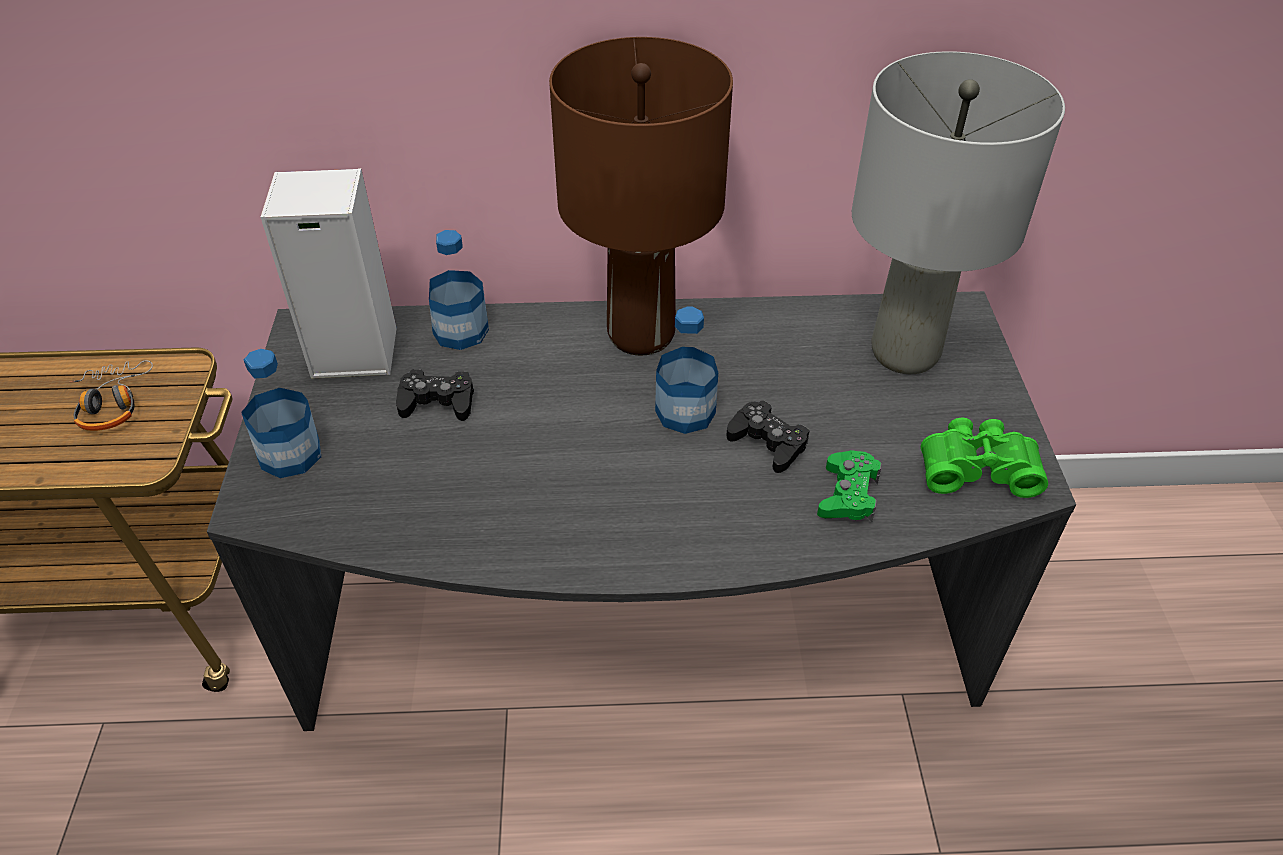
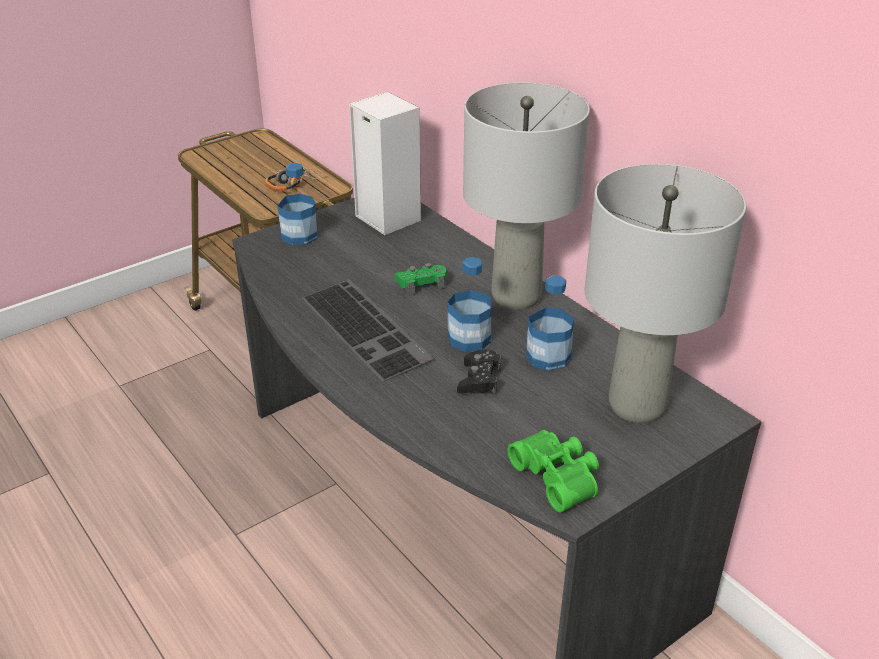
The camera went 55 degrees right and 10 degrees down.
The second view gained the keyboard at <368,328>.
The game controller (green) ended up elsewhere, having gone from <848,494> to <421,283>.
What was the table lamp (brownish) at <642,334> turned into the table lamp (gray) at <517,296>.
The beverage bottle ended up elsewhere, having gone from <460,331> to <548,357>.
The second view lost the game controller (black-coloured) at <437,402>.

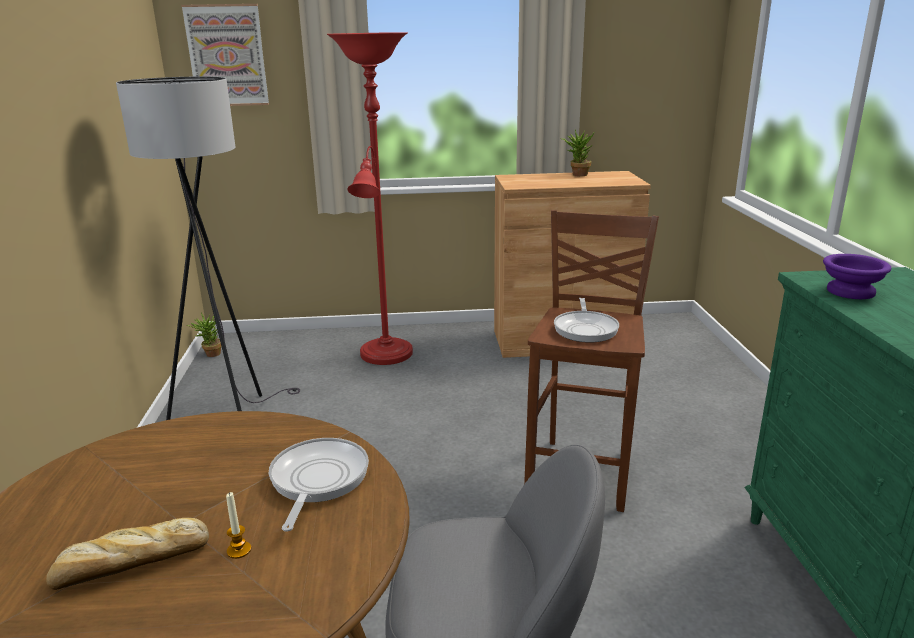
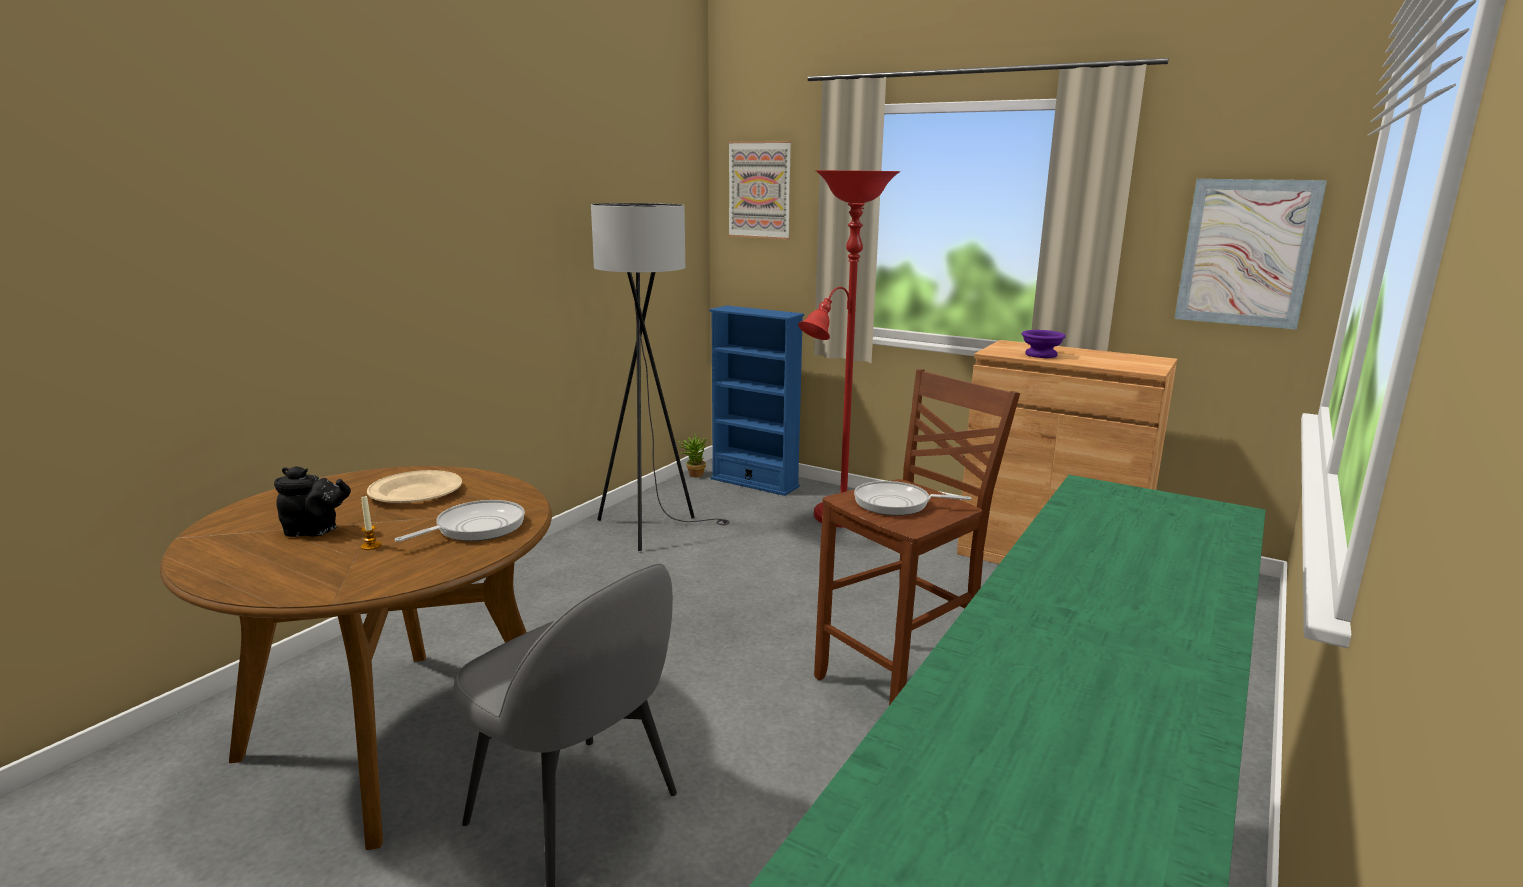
The camera went 35 degrees right and 5 degrees down.
Where the baked bread stood at <129,564>, the pot for tea (black-coloured) came to stand at <315,531>.
The second view gained the flat dish (beige-coloured) at <416,492>.
The second view gained the bookcase (blue) at <754,483>.
The skillet at <585,329> ended up facing another way, 60 degrees clockwise from before.
The deep dish (purplish) ended up elsewhere, having gone from <851,291> to <1042,355>.
The second view gained the picture at <1246,253>.
The second view lost the houseplant at <576,175>.

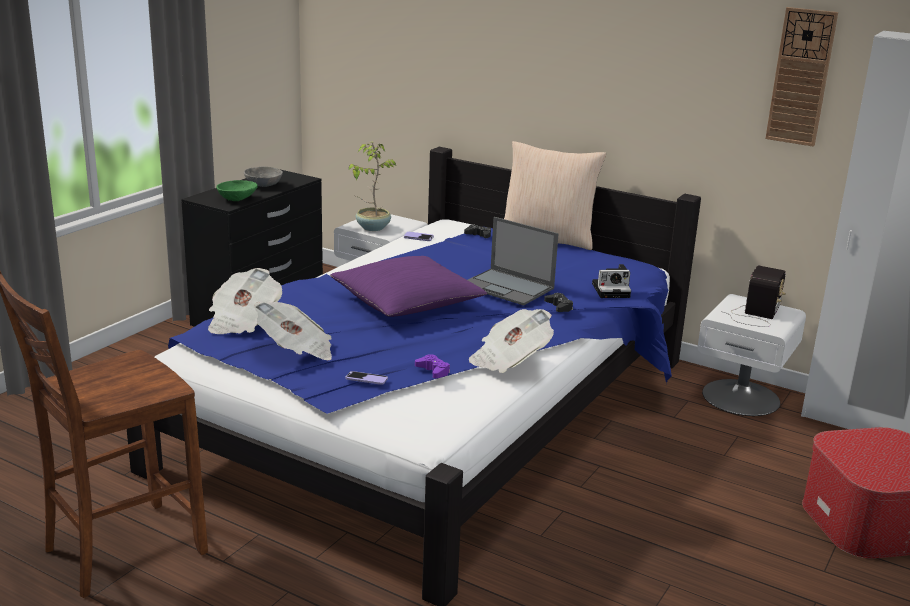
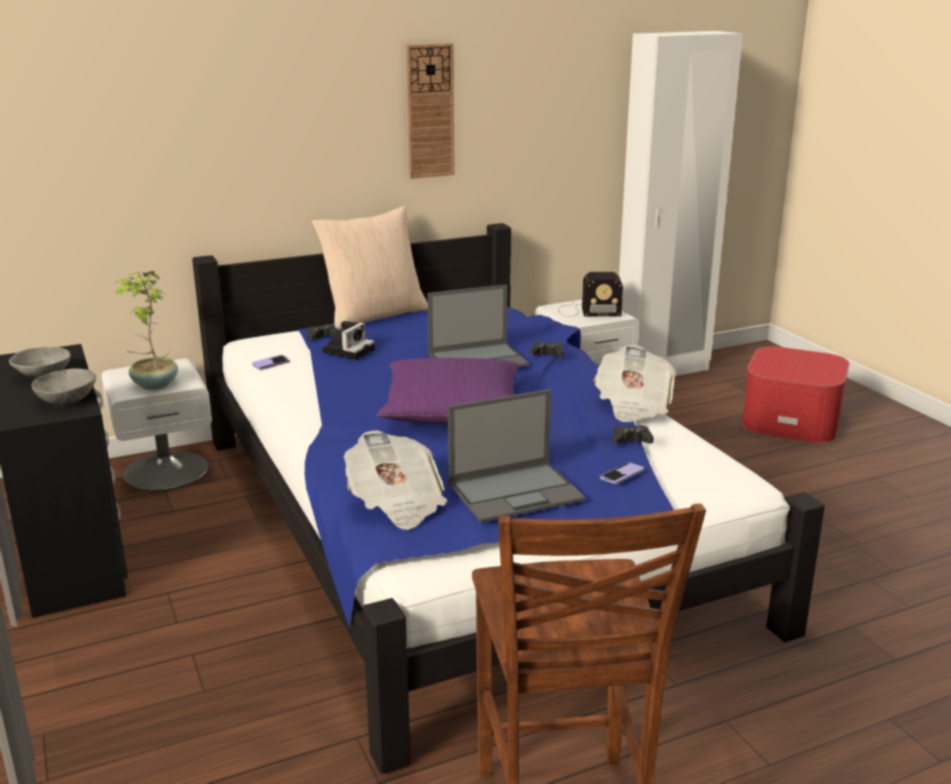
The camera went 55 degrees left and 0 degrees up.
What was the deep dish (green) at <238,199> turned into the deep dish (gray) at <68,400>.
The photo camera ended up elsewhere, having gone from <612,290> to <349,350>.
The clock on the wall ended up elsewhere, having gone from <801,77> to <430,111>.
Where the printed paper stood at <296,350>, the portable computer came to stand at <516,491>.
The radio set at <755,314> ended up facing another way, 120 degrees clockwise from before.
What was the game controller (purplish) at <433,371> turned into the game controller (black-coloured) at <630,440>.

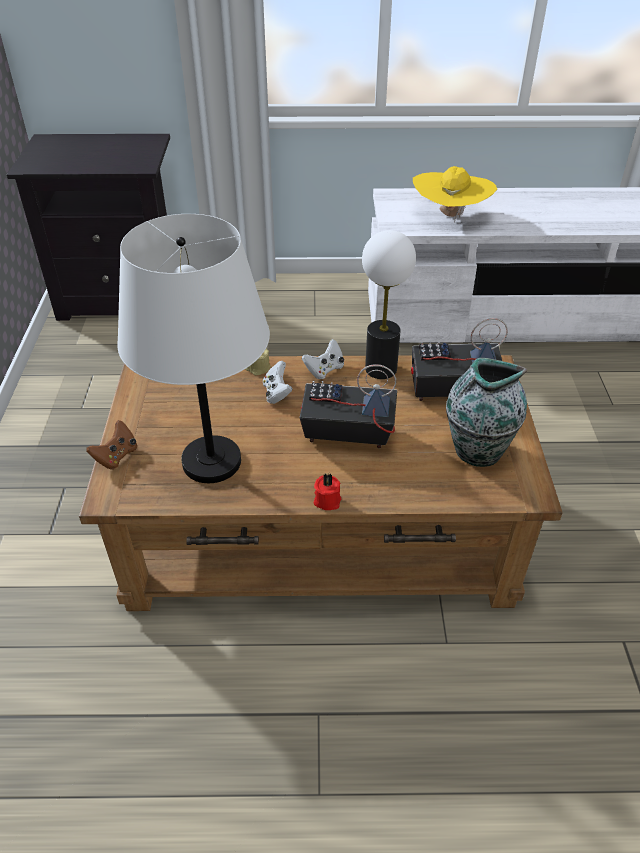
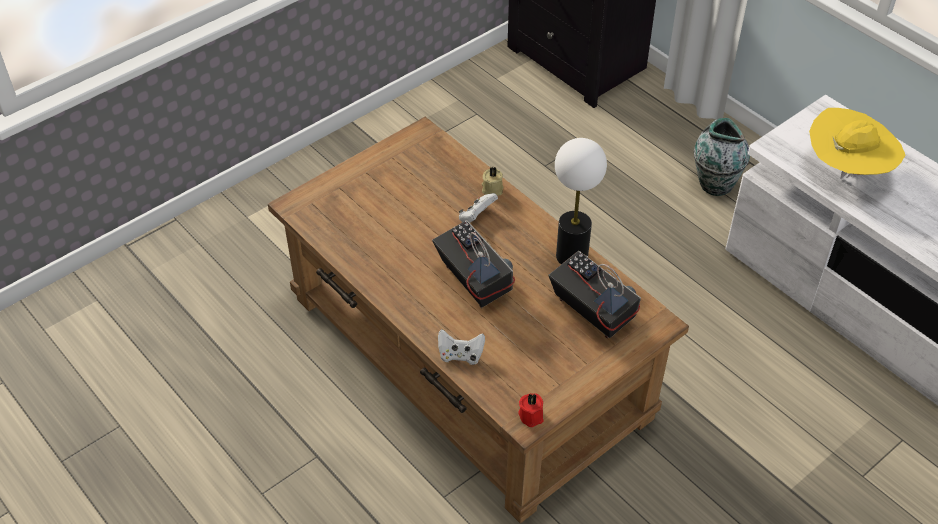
The camera went 50 degrees right and 5 degrees up.
The game controller (white-coloured) ended up elsewhere, having gone from <324,370> to <460,355>.
The wax candle (red) ended up elsewhere, having gone from <327,500> to <531,415>.
The decorative vase ended up elsewhere, having gone from <476,451> to <714,184>.
The second view lost the game controller (brownish) at <116,456>.
The second view lost the table lamp (white-coloured) at <212,461>.

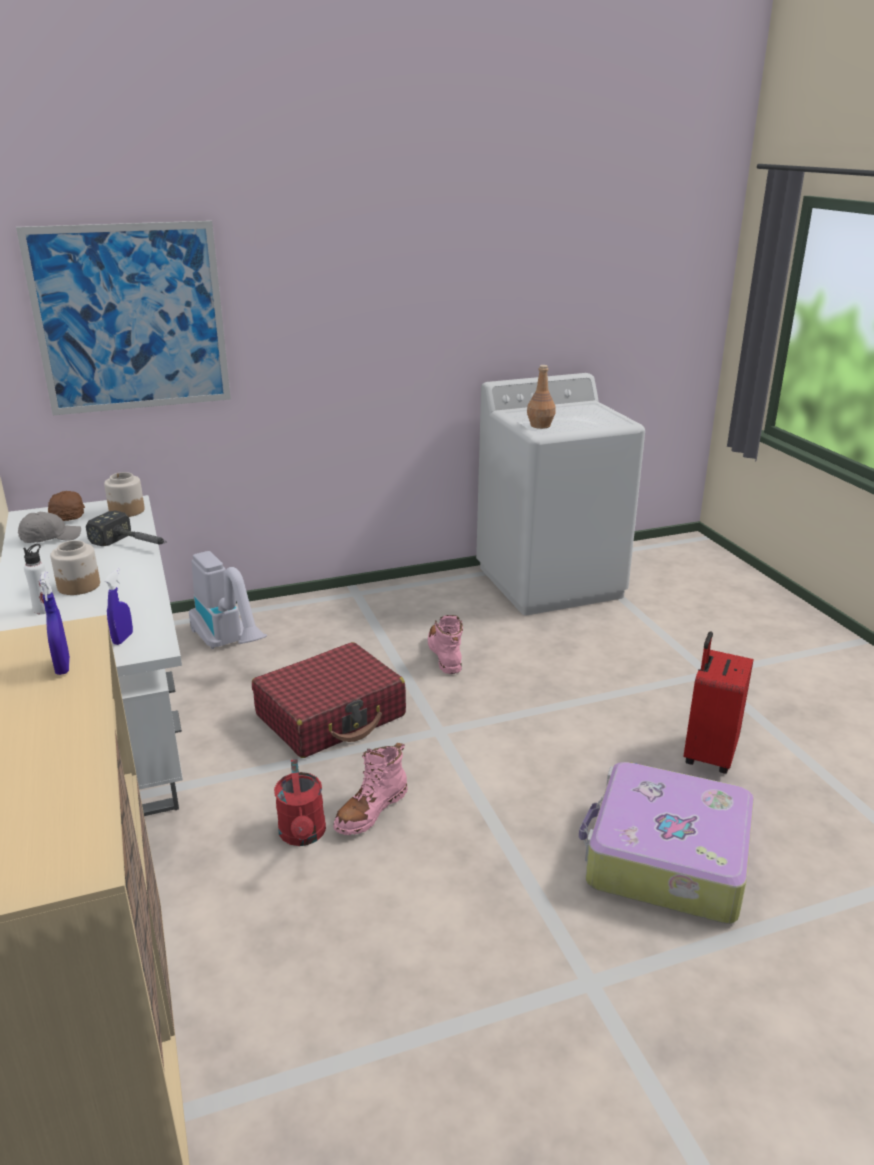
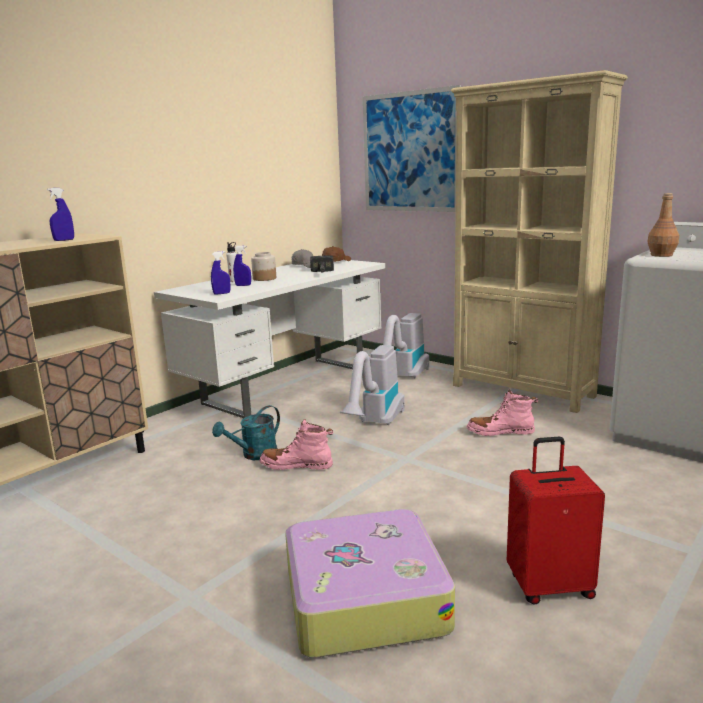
The camera went 60 degrees right and 10 degrees down.
What was the sprinkling can (red) at <303,835> turned into the sprinkling can (turquoise) at <254,455>.
The second view gained the sprayer (blue) at <243,285>.
Where the piece of luggage (red) stood at <331,715>, the vacuum cleaner came to stand at <375,424>.
The second view gained the bookcase (beige-coloured) at <523,391>.
The high-top boot (pink) at <445,655> ended up facing another way, 135 degrees counterclockwise from before.
The second view lost the jar at <126,511>.

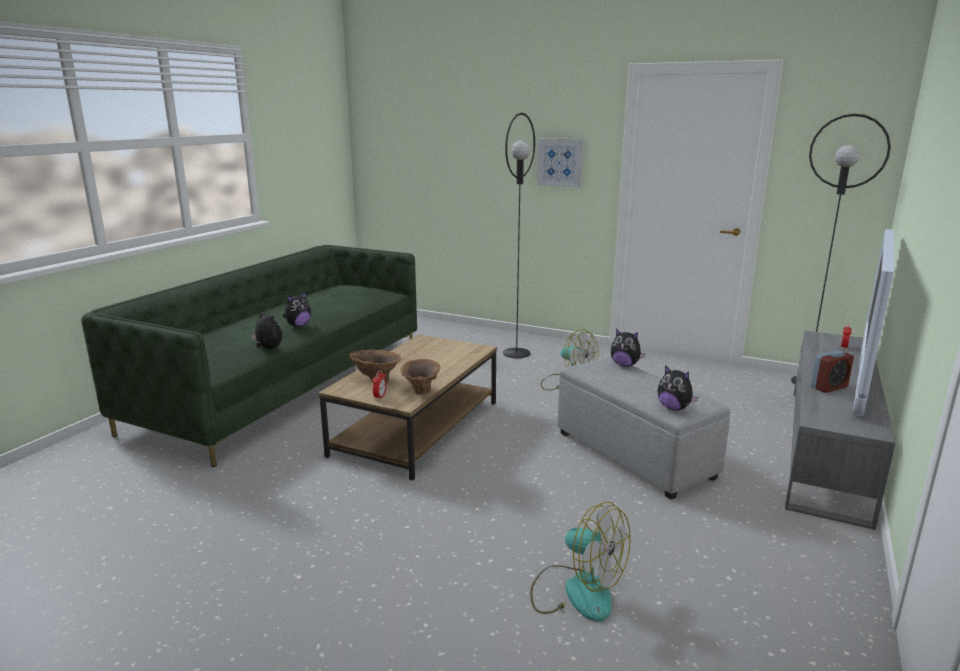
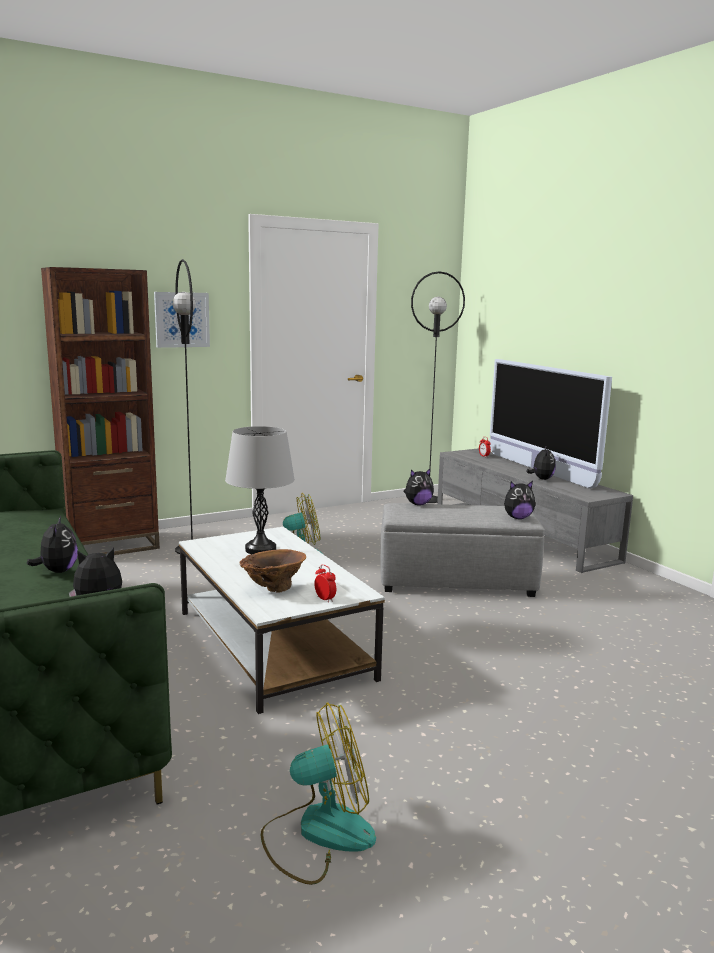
The camera went 55 degrees left and 5 degrees down.
The second view gained the bookcase (brownish) at <110,546>.
What was the lounge table (brownish) at <417,427> turned into the lounge table (white-coloured) at <271,643>.
The second view gained the table lamp (gray) at <260,549>.
The fan ended up elsewhere, having gone from <576,591> to <318,833>.
Where the table clock stood at <829,387>, the soft toy came to stand at <541,479>.
The second view lost the decorative vase (brownish) at <420,392>.

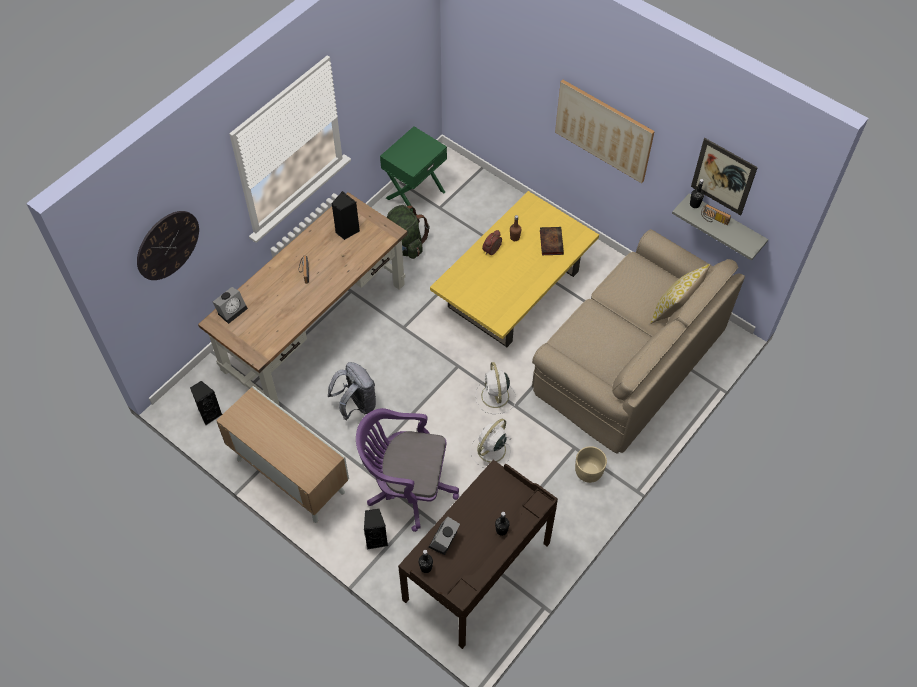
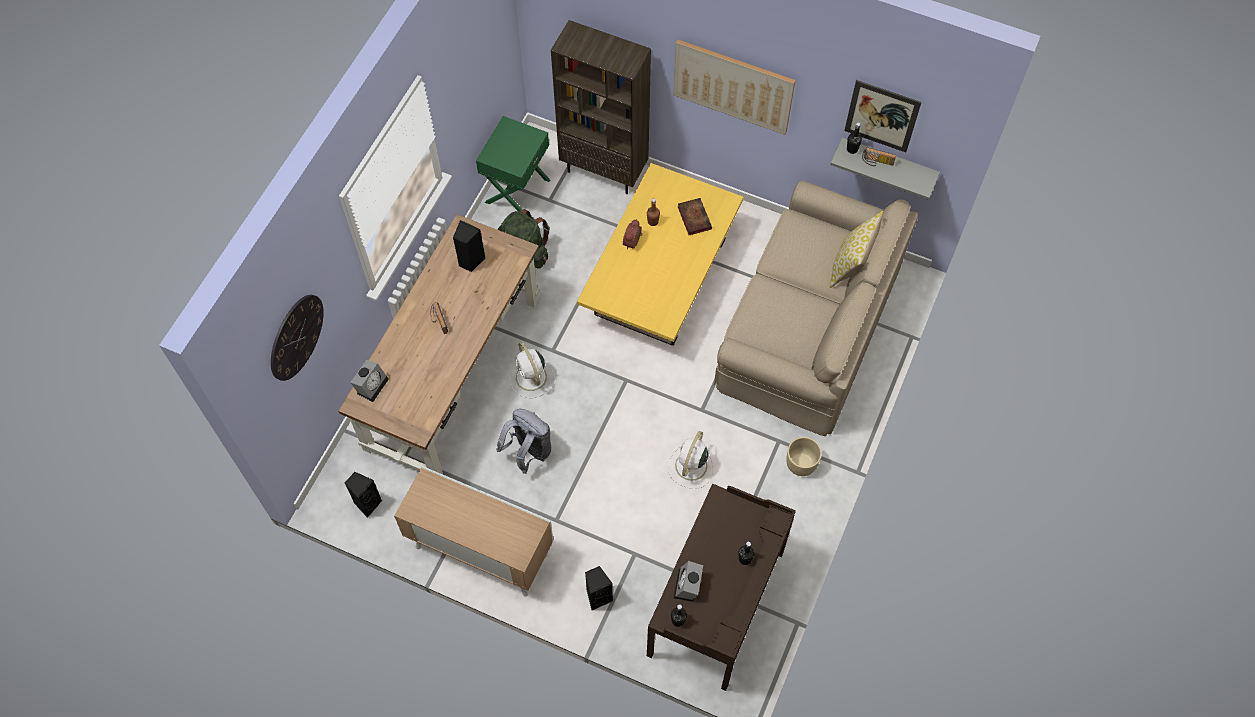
The camera went 15 degrees left and 5 degrees up.
The fan (white-coloured) ended up elsewhere, having gone from <495,397> to <531,378>.
The second view gained the bookcase (brownish) at <604,170>.
The second view lost the office chair (purplish) at <407,487>.

